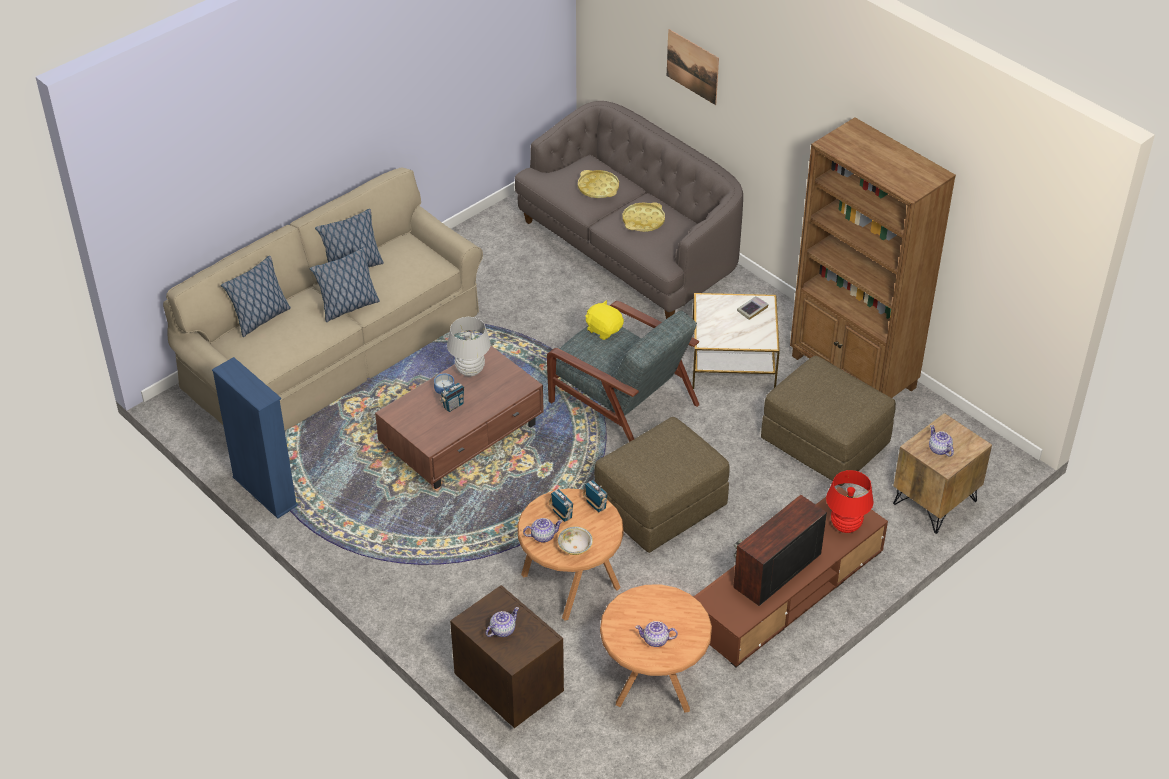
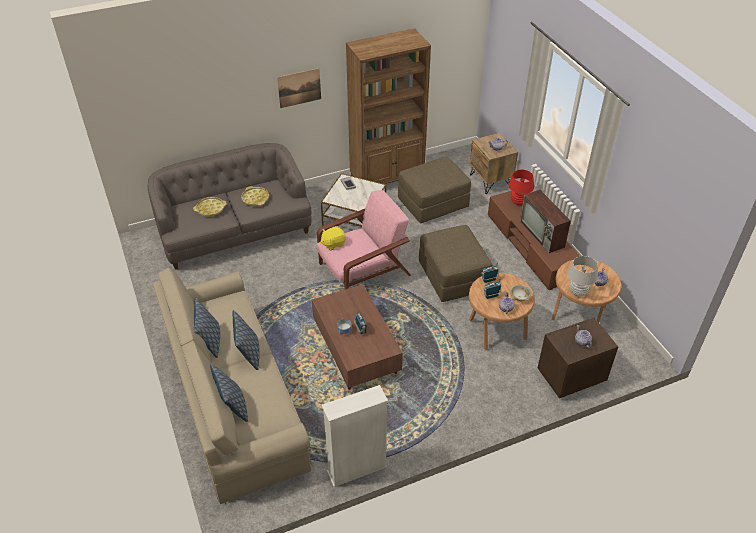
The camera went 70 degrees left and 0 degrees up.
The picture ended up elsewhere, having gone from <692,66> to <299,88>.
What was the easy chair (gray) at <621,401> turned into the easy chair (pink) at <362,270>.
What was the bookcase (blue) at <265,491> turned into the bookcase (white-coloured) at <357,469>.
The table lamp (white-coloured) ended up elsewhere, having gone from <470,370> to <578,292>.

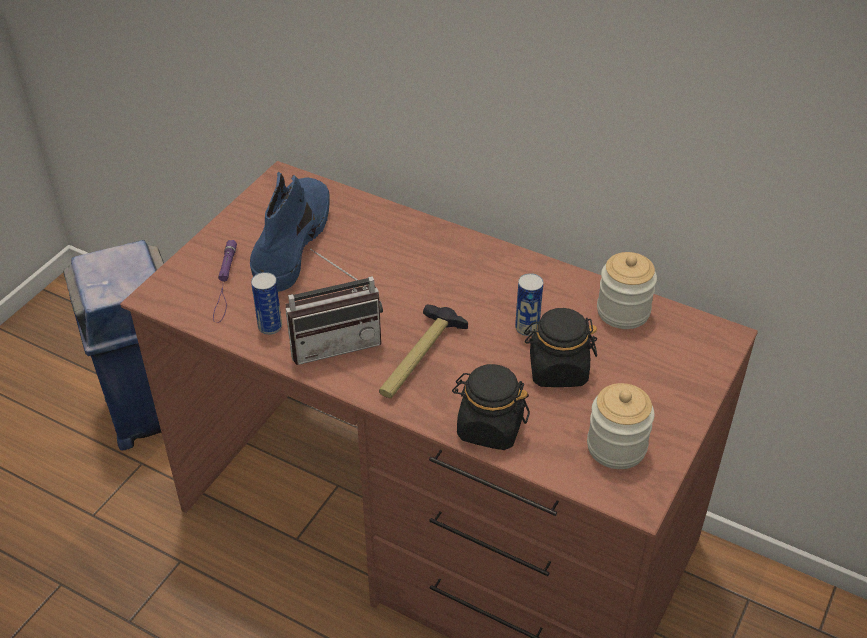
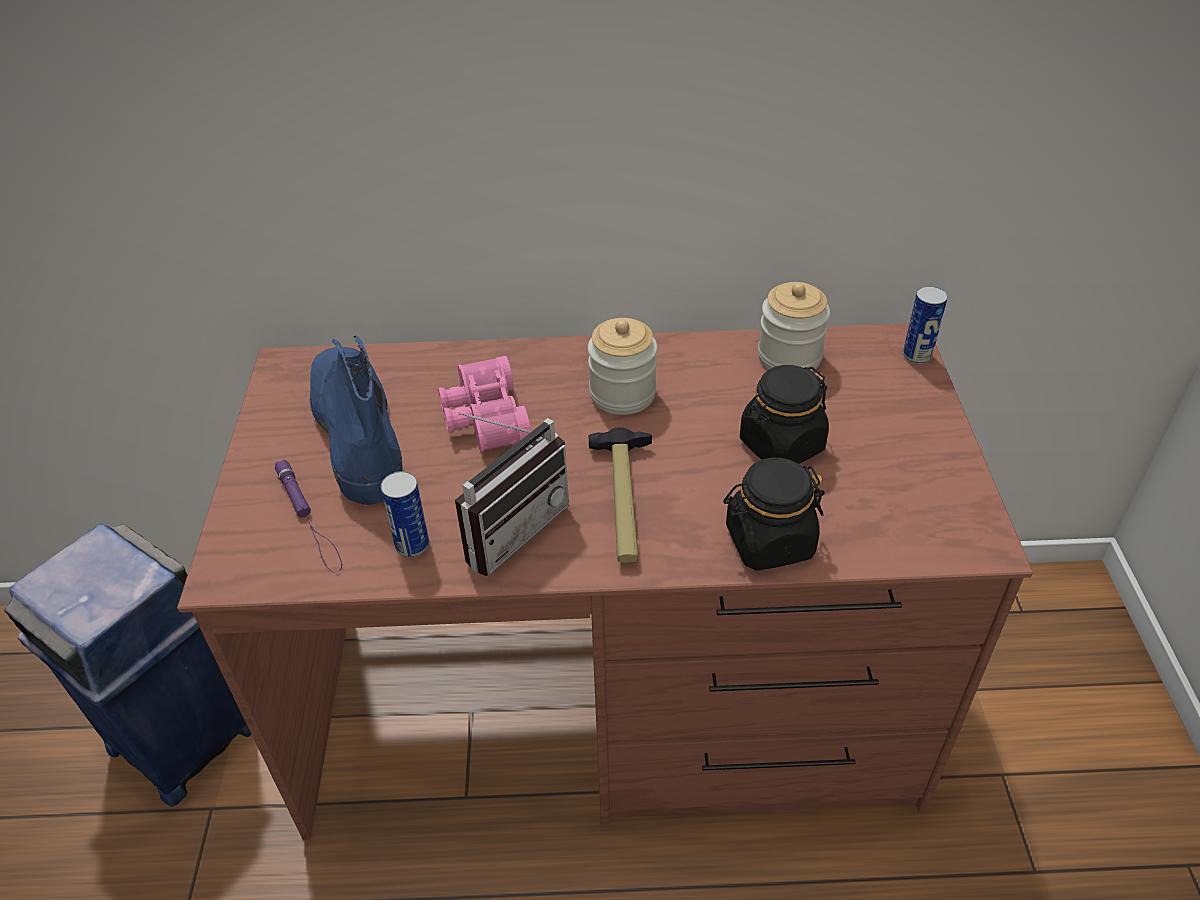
The camera went 30 degrees left and 0 degrees up.
The second view gained the pair of binoculars (pink) at <483,418>.
The jar ended up elsewhere, having gone from <616,447> to <622,394>.
The sealed can ended up elsewhere, having gone from <527,328> to <917,355>.

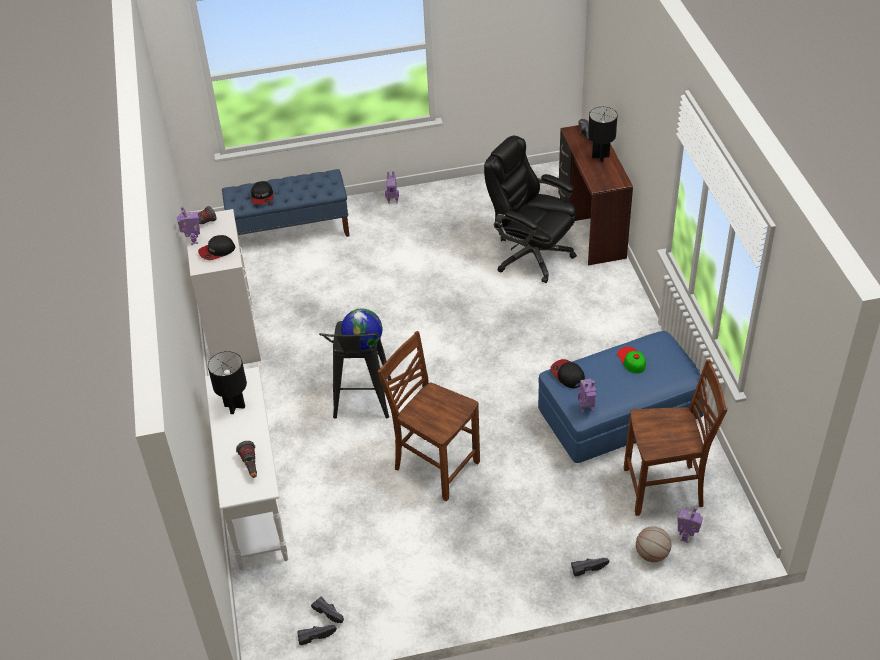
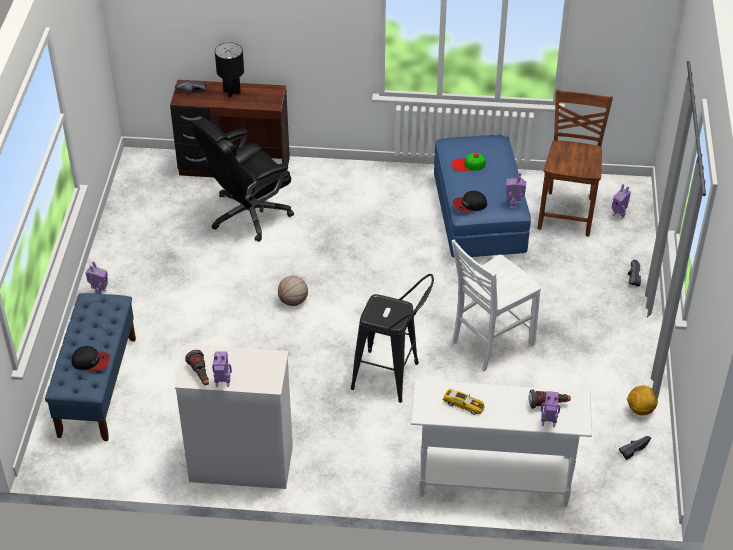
The camera went 75 degrees left and 0 degrees up.
The basketball ball ended up elsewhere, having gone from <652,554> to <293,301>.
Where the table lamp (black-coloured) stood at <235,406>, the model car came to stand at <464,404>.
What was the chair (brownish) at <435,465> turned into the chair (white-coloured) at <490,343>.
The second view gained the robot figure at <548,424>.
The second view gained the football at <640,410>.
The second view lost the peaked cap at <217,251>.
The second view lost the low shoe (black-coloured) at <316,635>.
The second view lost the world globe at <363,343>.

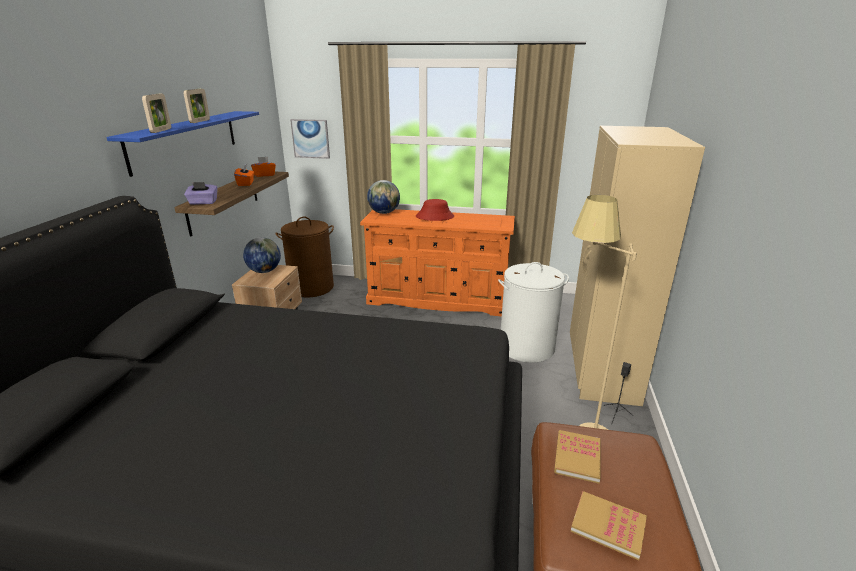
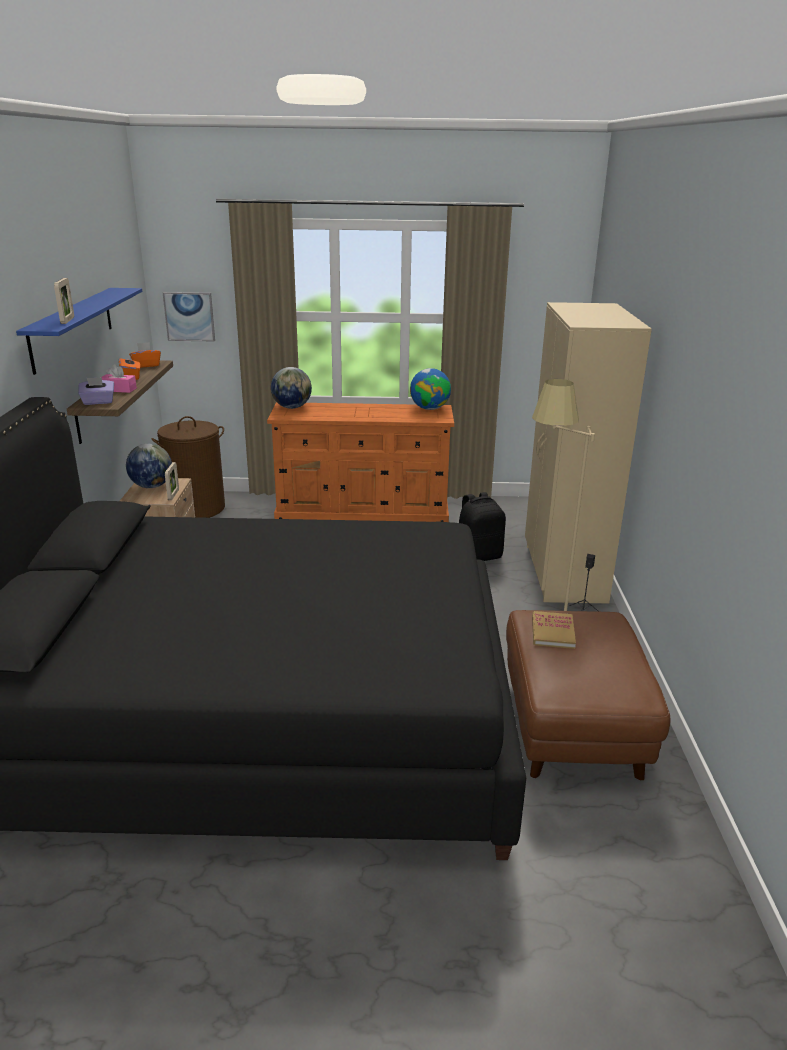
The camera went 10 degrees left and 0 degrees up.
The second view gained the tissue box (pink) at <119,389>.
The standing frame ended up elsewhere, having gone from <200,121> to <173,495>.
The second view gained the world globe at <429,408>.
Where the hamper (white-coloured) stood at <526,347>, the backpack (black-coloured) came to stand at <478,556>.
The second view lost the wearable hat (red) at <434,216>.
The second view lost the book at <608,526>.

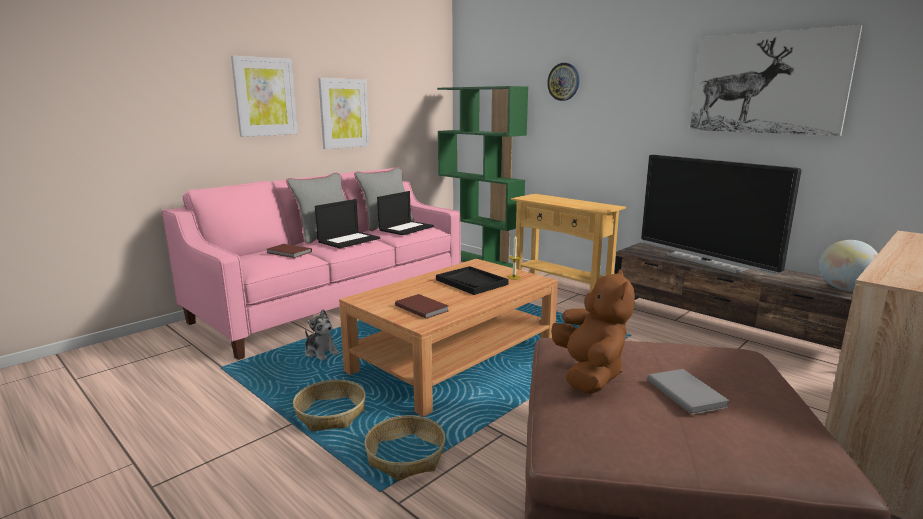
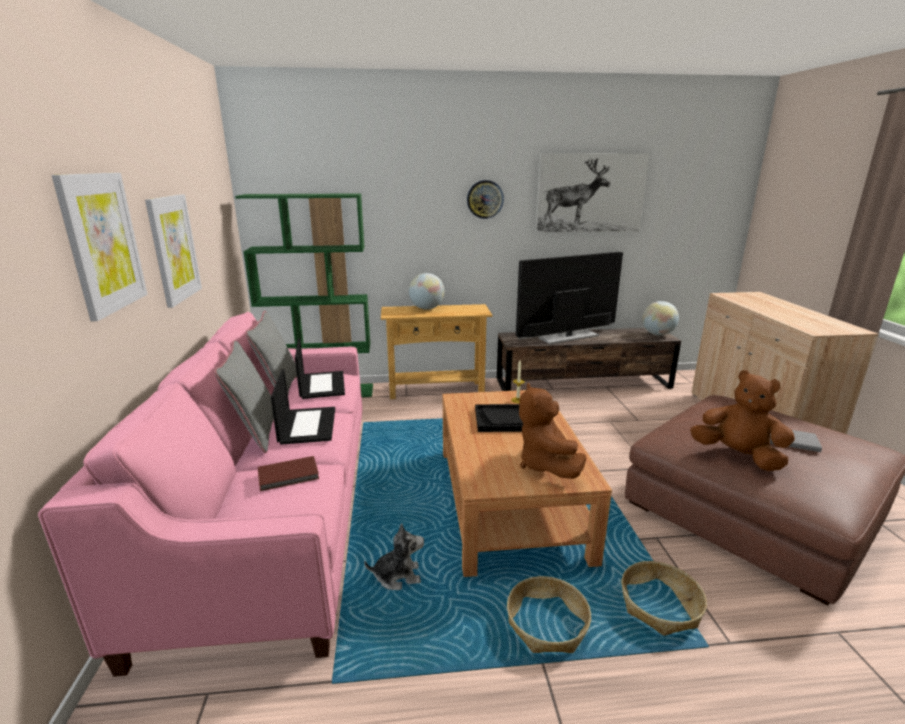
The camera went 50 degrees left and 5 degrees up.
The second view gained the world globe at <427,308>.
The clock on the wall ended up elsewhere, having gone from <563,82> to <485,199>.
The TV at <706,261> ended up facing another way, 150 degrees clockwise from before.
Where the book (brownish) stood at <422,308>, the soft toy (brownish) came to stand at <546,465>.

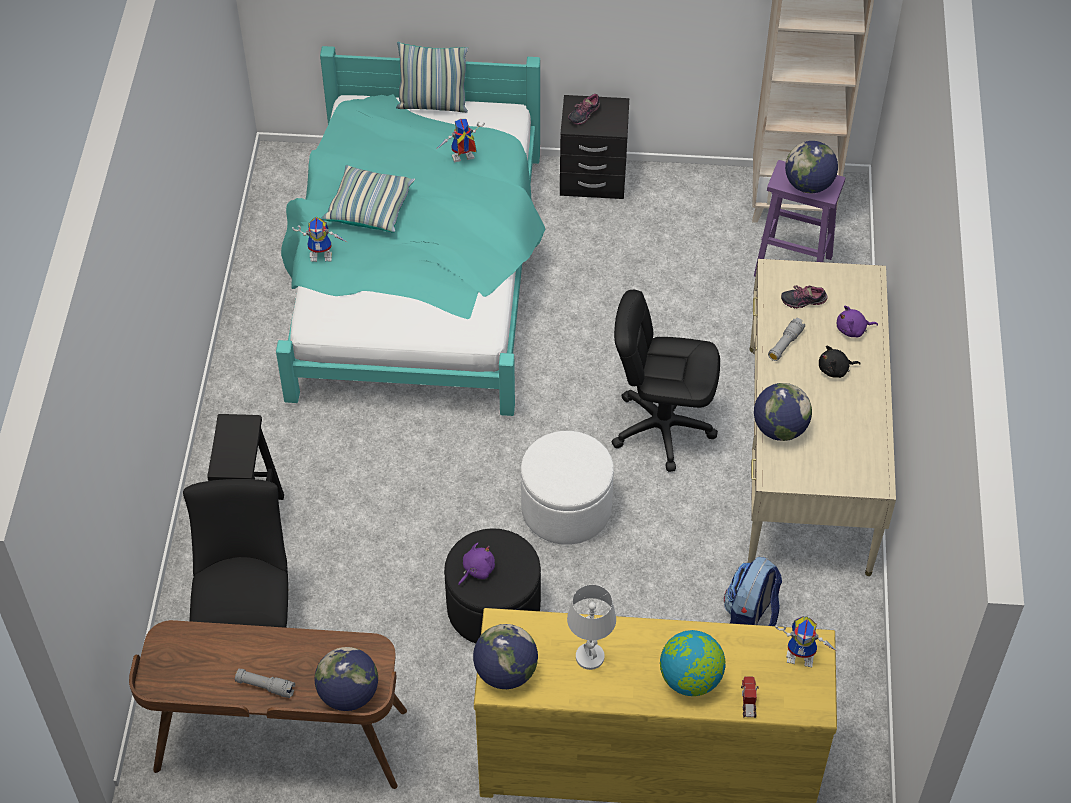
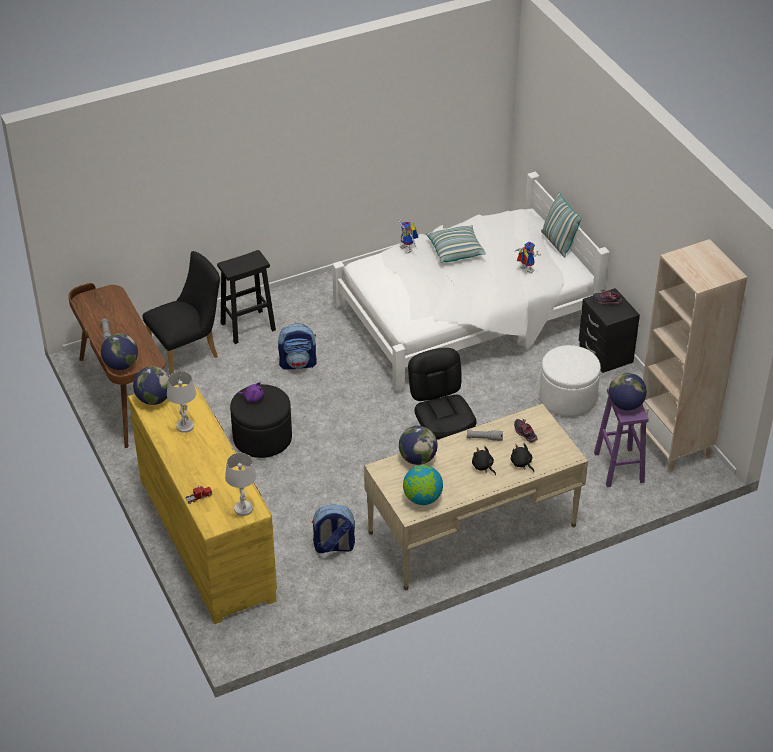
The camera went 60 degrees right and 10 degrees down.
Where the robot figure stood at <802,655>, the table lamp (white-coloured) came to stand at <243,509>.
The second view gained the backpack at <298,363>.
What was the bed (turquoise) at <417,276> turned into the bed (white-coloured) at <465,315>.
The world globe ended up elsewhere, having gone from <690,679> to <422,498>.
What was the soft toy (purplish) at <853,329> turned into the soft toy (black-coloured) at <521,463>.
The ottoman (white-coloured) ended up elsewhere, having gone from <566,508> to <567,398>.

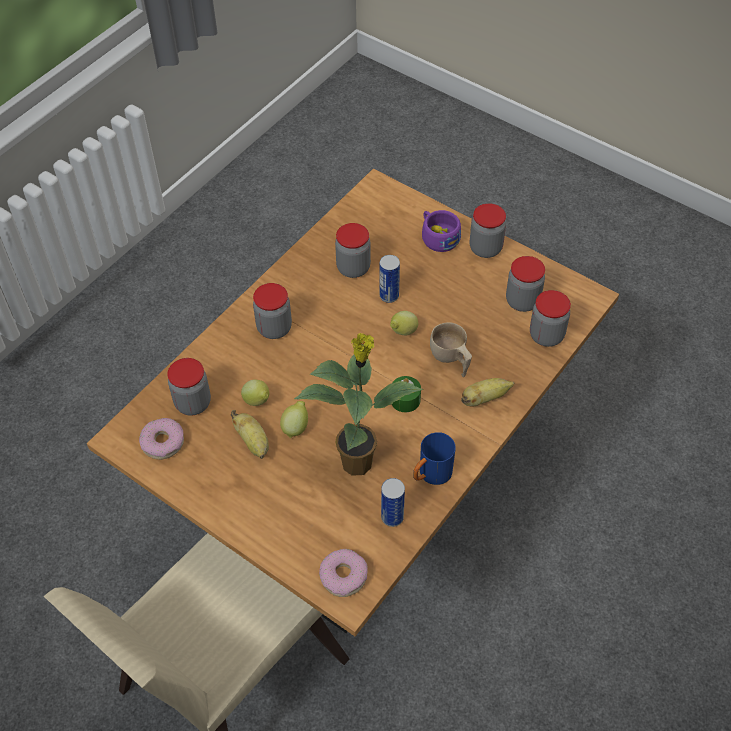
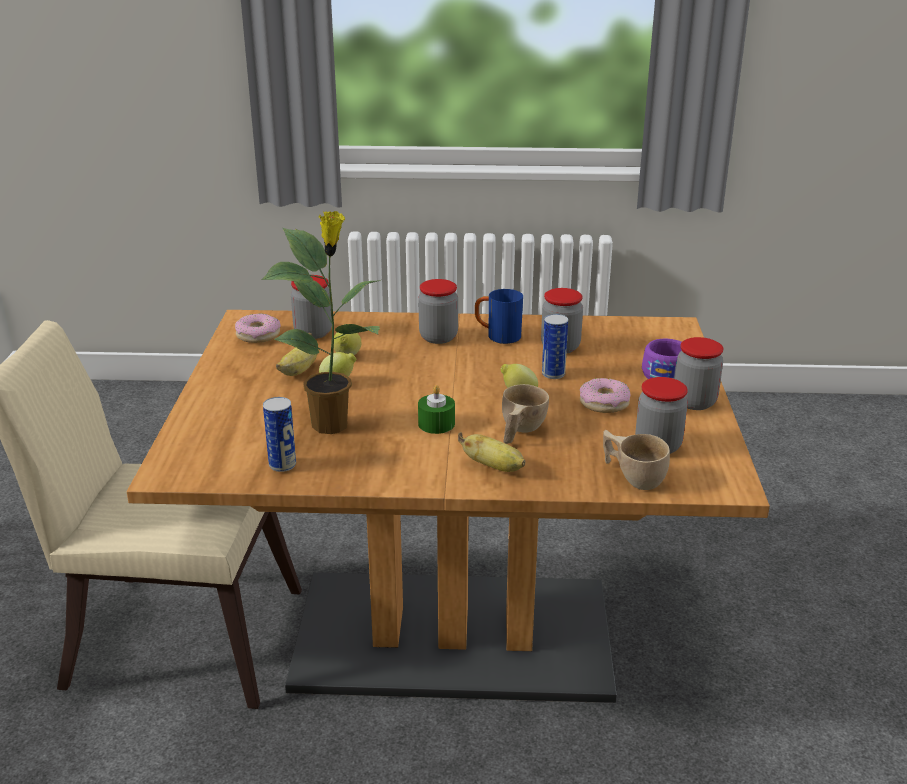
The camera went 55 degrees right and 25 degrees down.
The tea mug (blue) ended up elsewhere, having gone from <430,475> to <497,336>.
The ring doughnut ended up elsewhere, having gone from <343,576> to <604,403>.
Where the jar stood at <546,335>, the cup (beige-coloured) came to stand at <632,476>.

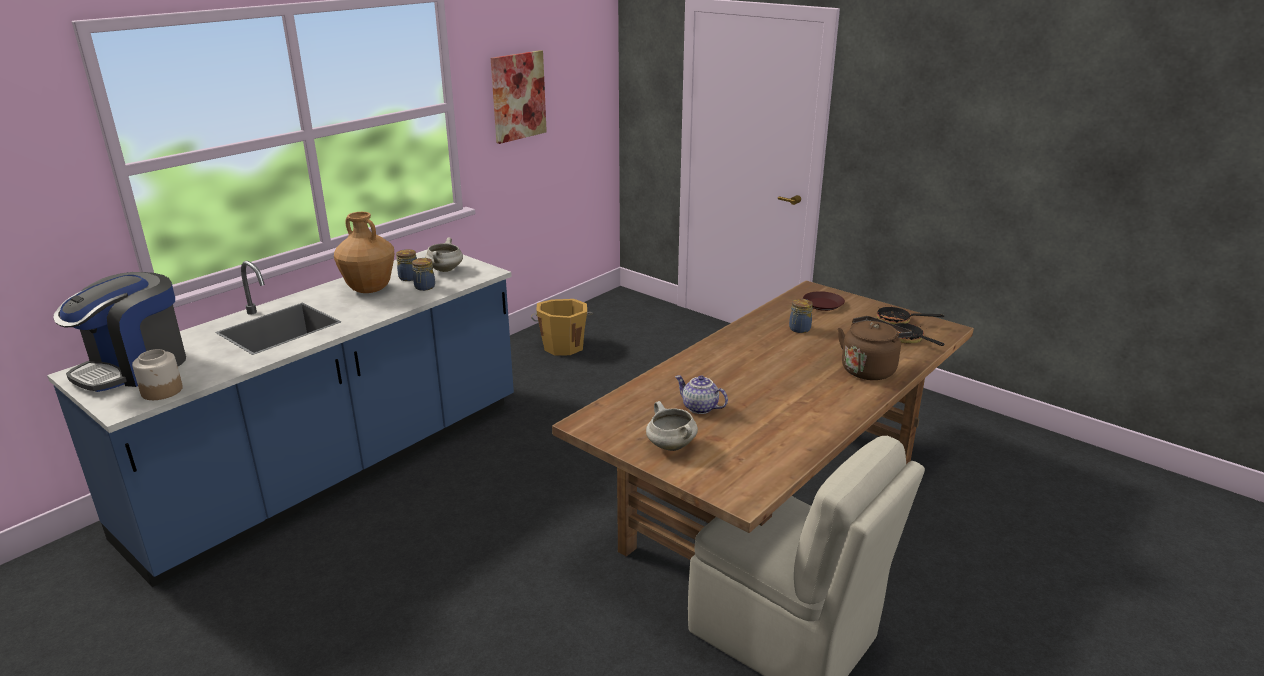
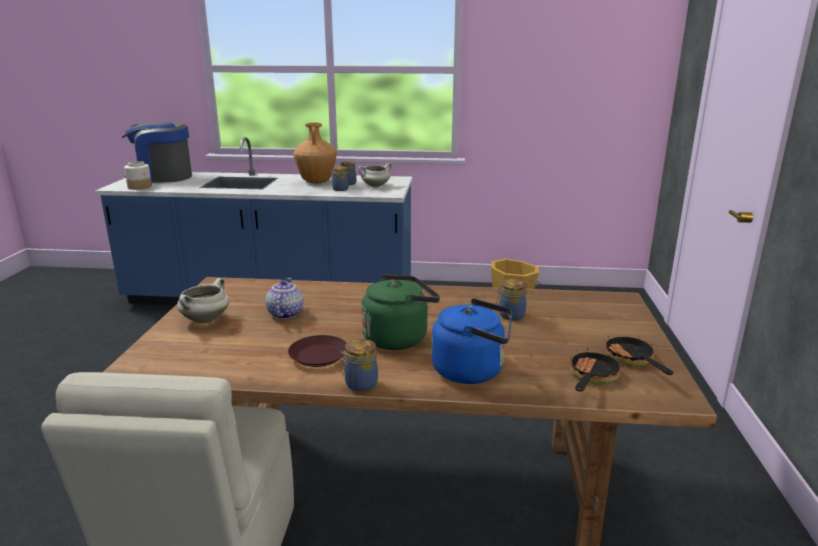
The camera went 55 degrees right and 5 degrees down.
The flat dish (brownish) ended up elsewhere, having gone from <823,304> to <319,356>.
The second view gained the jar at <360,384>.
The second view gained the tea kettle (green) at <398,338>.
What was the tea kettle (brownish) at <869,369> turned into the tea kettle (blue) at <472,370>.
The second view lost the picture at <518,96>.

